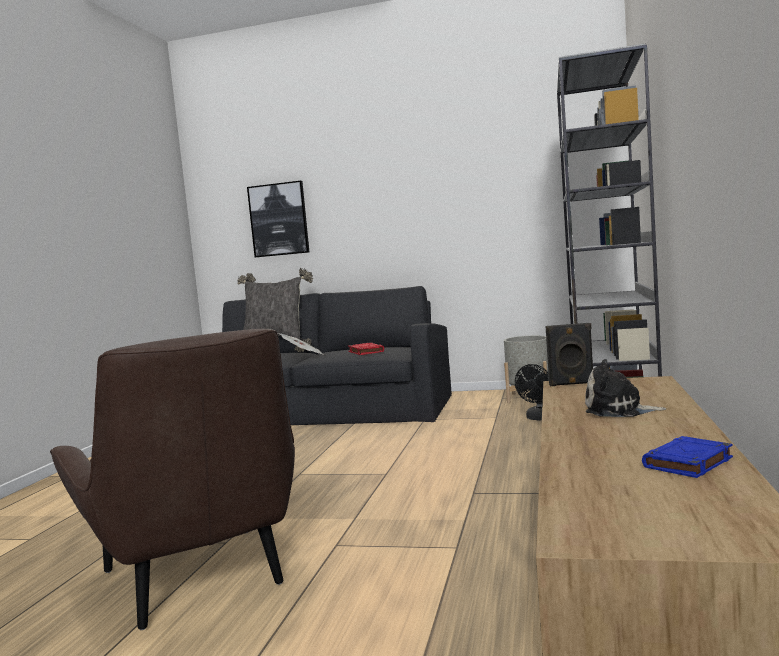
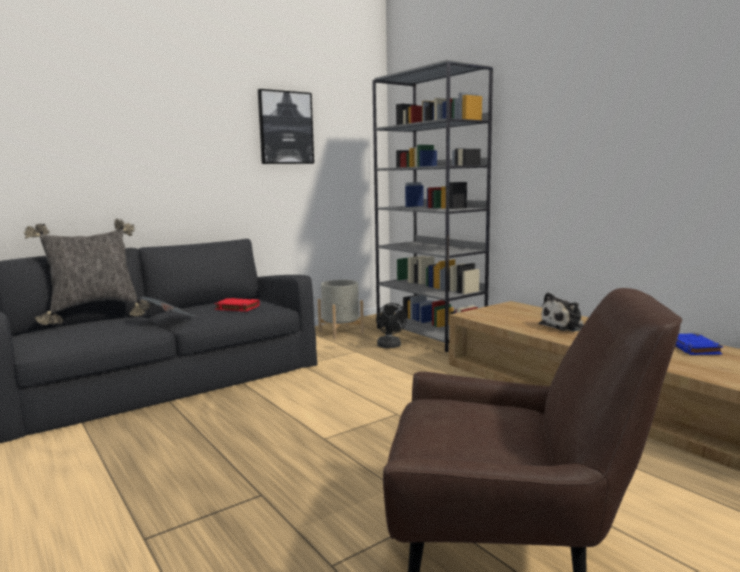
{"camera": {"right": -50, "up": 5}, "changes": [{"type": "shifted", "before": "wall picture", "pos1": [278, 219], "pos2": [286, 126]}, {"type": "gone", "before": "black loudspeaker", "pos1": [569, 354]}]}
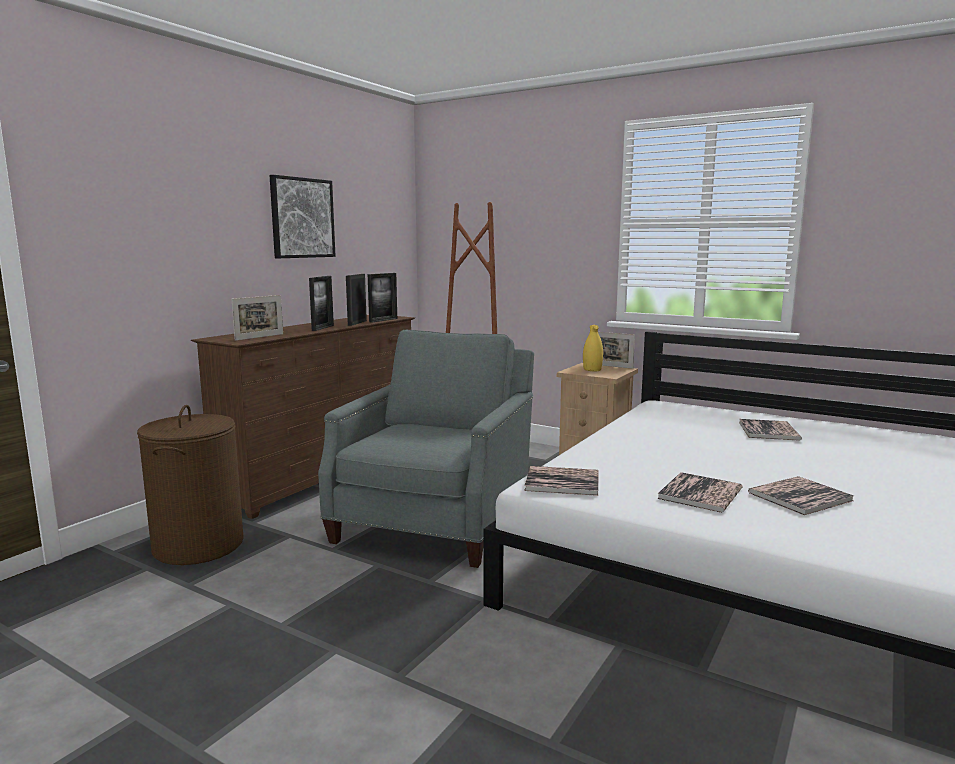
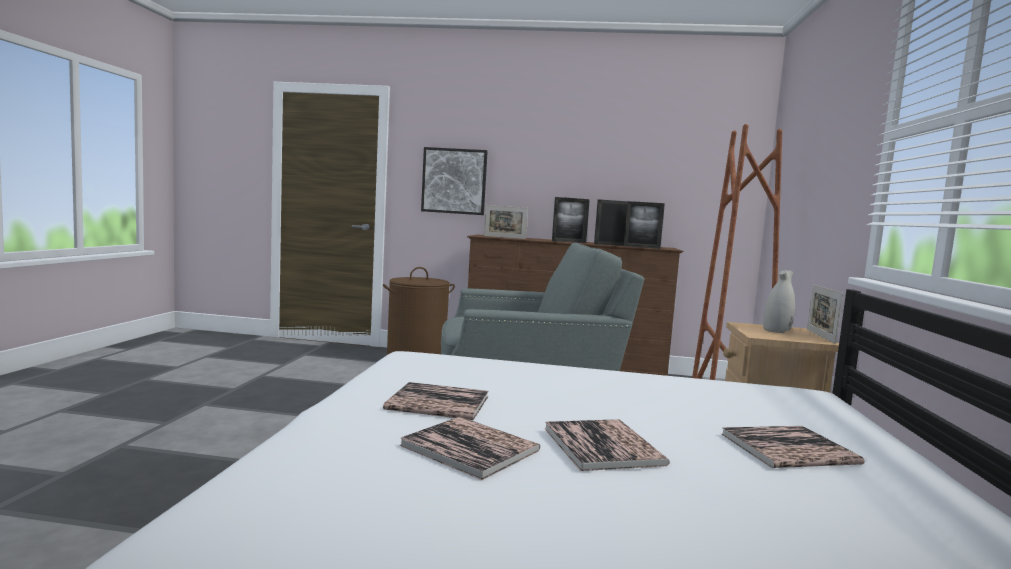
{"camera": {"right": 65, "up": -5}, "changes": [{"type": "shifted", "before": "wall picture", "pos1": [302, 216], "pos2": [454, 181]}, {"type": "shifted", "before": "volume", "pos1": [561, 481], "pos2": [607, 445]}, {"type": "repainted", "before": "yellow decorative vase", "after": "white-coloured decorative vase", "pos1": [593, 348], "pos2": [779, 301]}]}
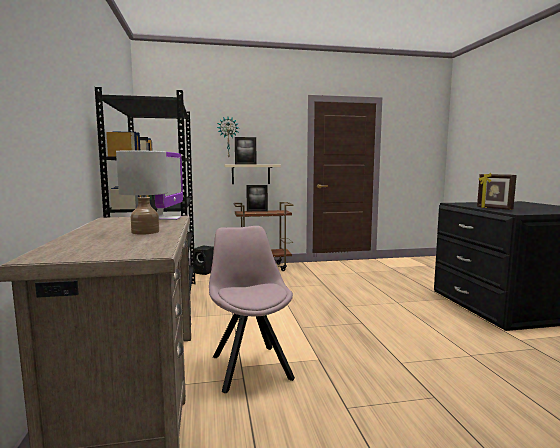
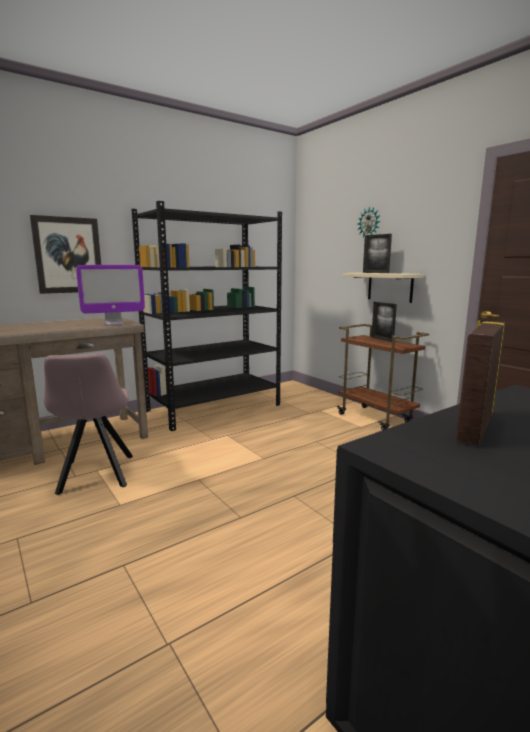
{"camera": {"right": 65, "up": 5}, "changes": [{"type": "gone", "before": "greyish lamp for a table", "pos1": [142, 192]}, {"type": "gone", "before": "black loudspeaker", "pos1": [203, 260]}, {"type": "rotated", "before": "pink chair", "pos1": [252, 309], "pos2": [88, 424], "turn": 120}, {"type": "new", "after": "wall picture", "pos2": [65, 254]}]}
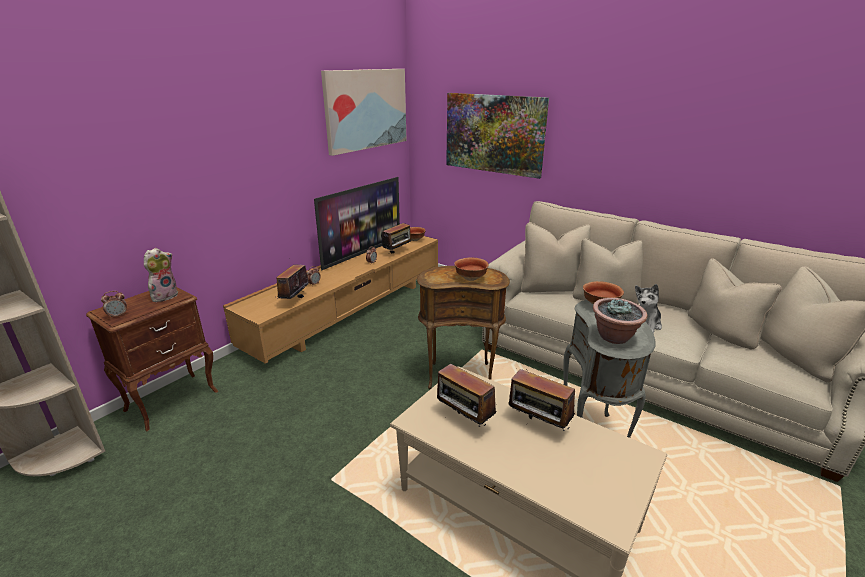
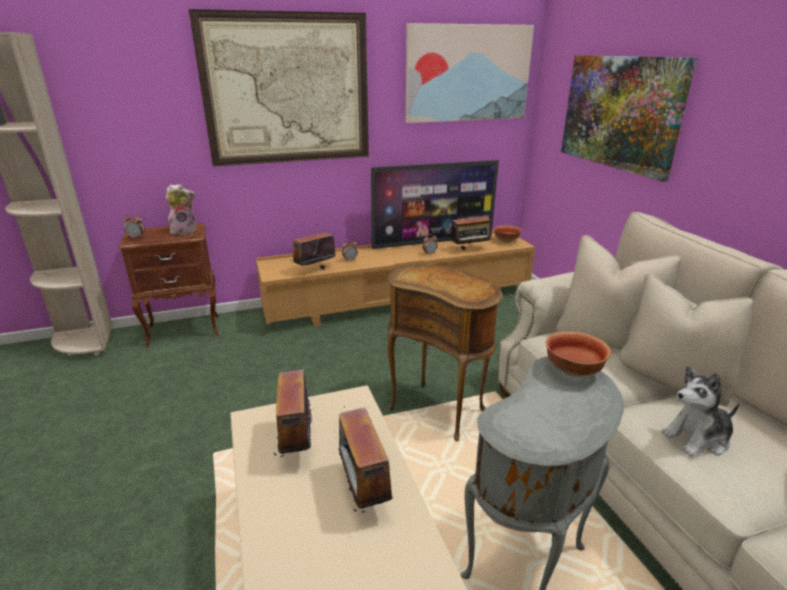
{"camera": {"right": 35, "up": 0}, "changes": [{"type": "gone", "before": "bowl", "pos1": [471, 269]}, {"type": "gone", "before": "plant in a pot", "pos1": [620, 321]}, {"type": "new", "after": "wall picture", "pos2": [279, 88]}]}
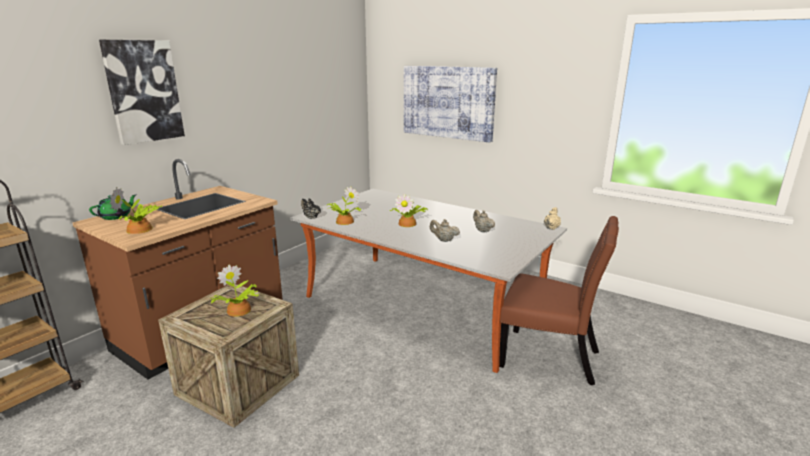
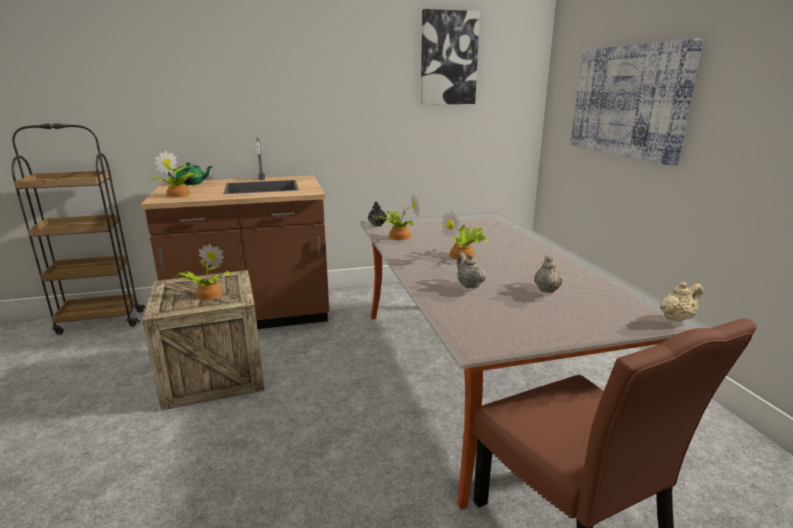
{"camera": {"right": 40, "up": 0}, "changes": [{"type": "shifted", "before": "wall picture", "pos1": [142, 92], "pos2": [450, 57]}]}
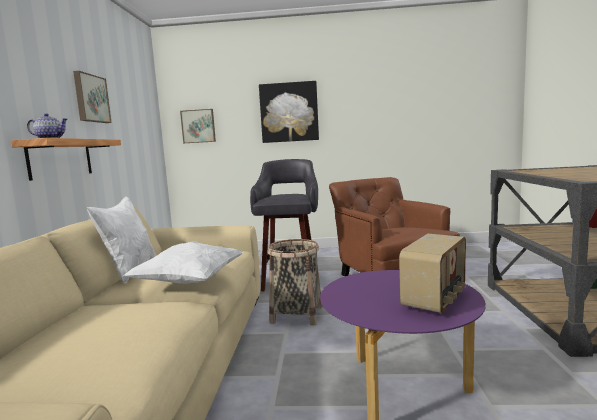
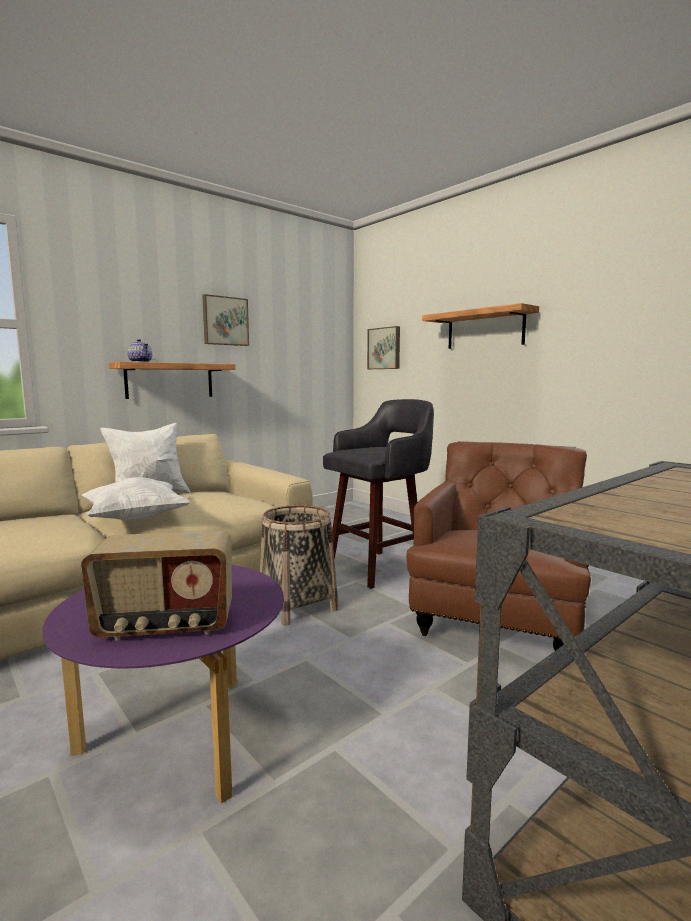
{"camera": {"right": 45, "up": 0}, "changes": [{"type": "swapped", "before": "wall picture", "after": "shelf", "pos1": [289, 112], "pos2": [480, 326]}]}
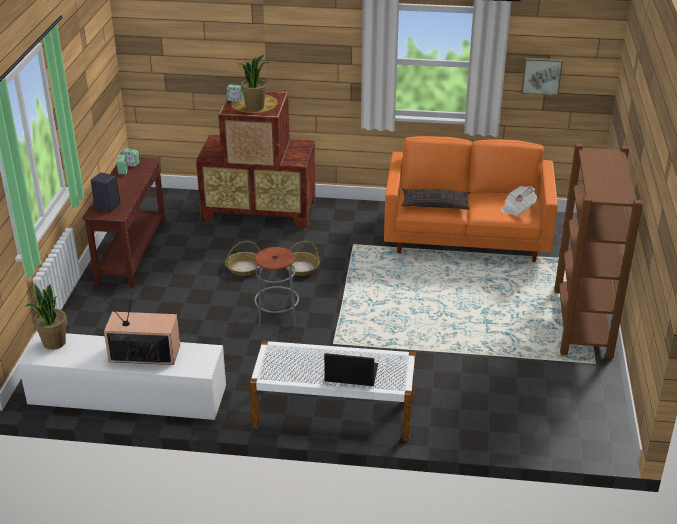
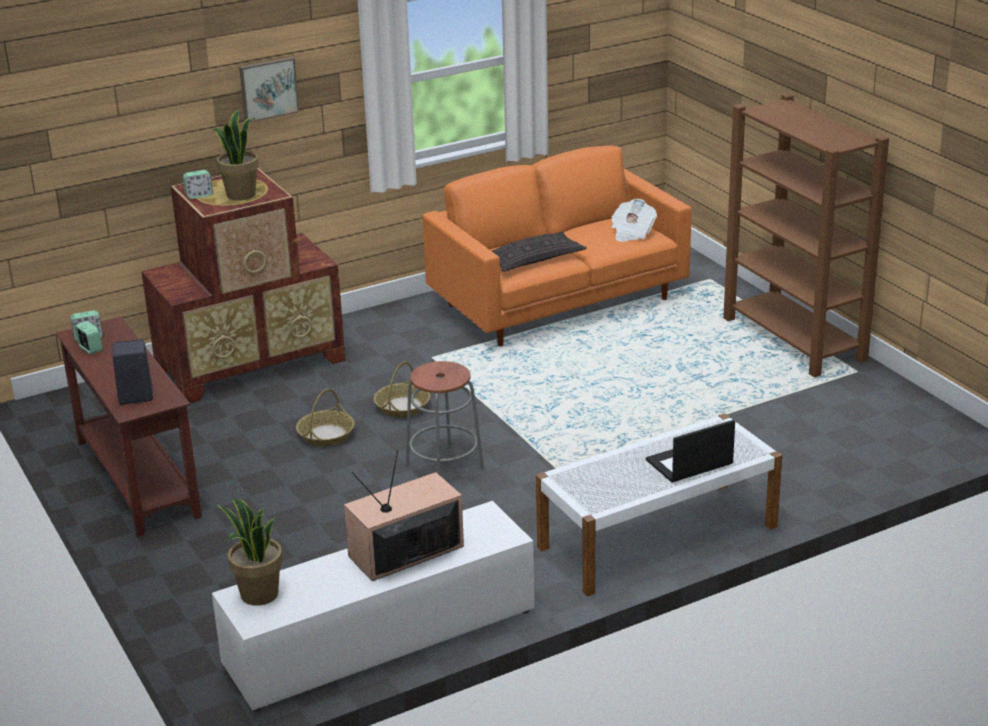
{"camera": {"right": -35, "up": -5}, "changes": [{"type": "shifted", "before": "wall picture", "pos1": [542, 76], "pos2": [269, 89]}]}
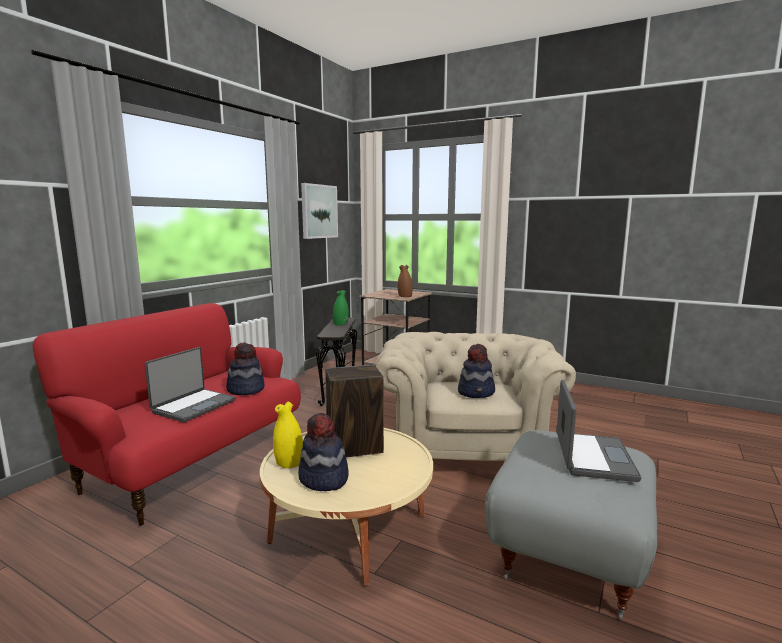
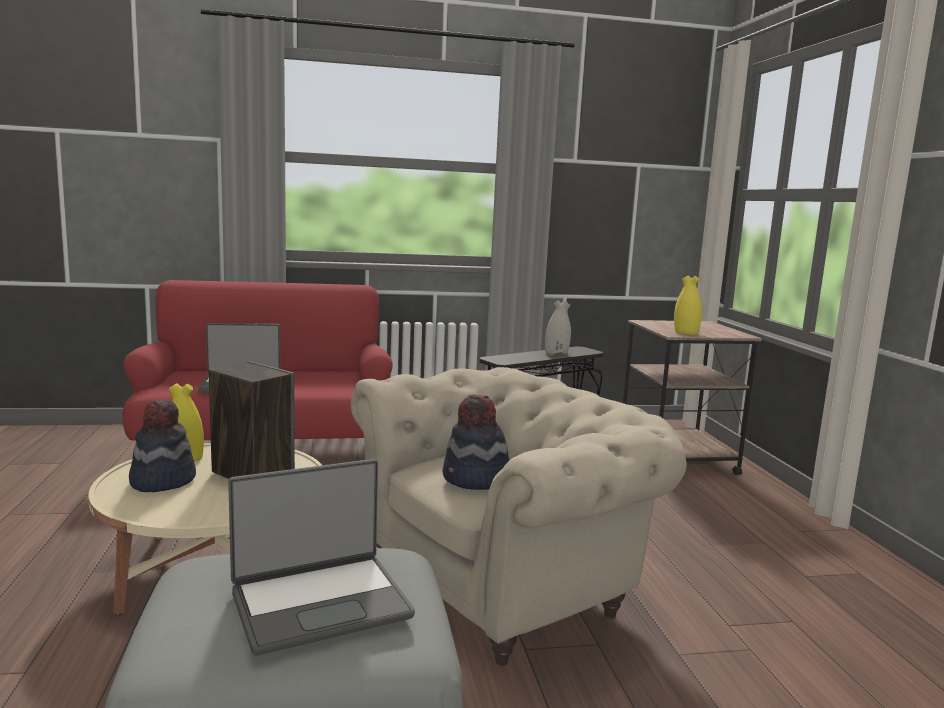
{"camera": {"right": 50, "up": 0}, "changes": [{"type": "gone", "before": "wearable hat", "pos1": [245, 368]}, {"type": "gone", "before": "wall picture", "pos1": [319, 211]}, {"type": "repainted", "before": "green decorative vase", "after": "white-coloured decorative vase", "pos1": [341, 308], "pos2": [558, 327]}, {"type": "repainted", "before": "brownish decorative vase", "after": "yellow decorative vase", "pos1": [405, 281], "pos2": [688, 305]}]}
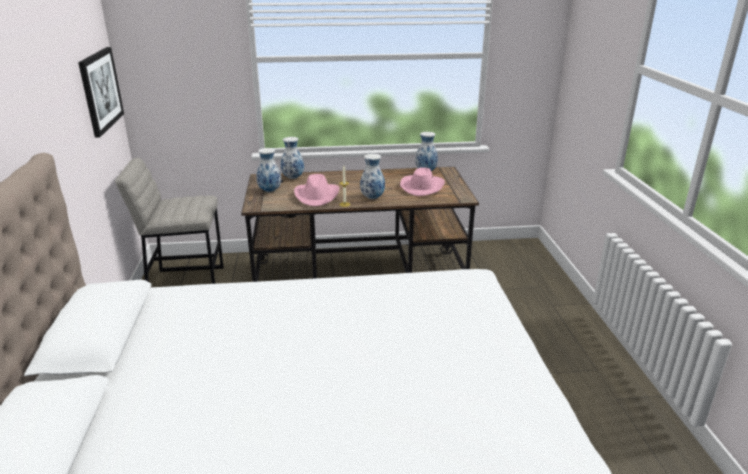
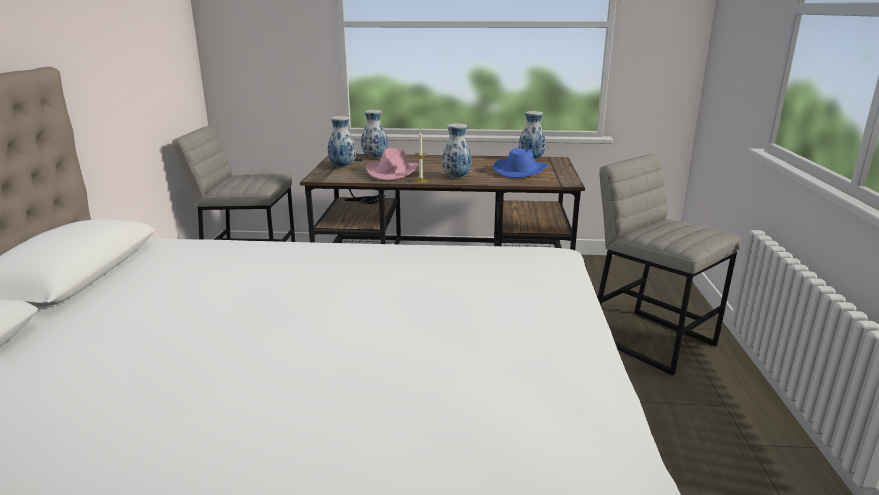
{"camera": {"right": 10, "up": -5}, "changes": [{"type": "gone", "before": "wall picture", "pos1": [101, 92]}, {"type": "repainted", "before": "pink wearable hat", "after": "blue-coloured wearable hat", "pos1": [422, 181], "pos2": [520, 163]}, {"type": "new", "after": "greyish chair", "pos2": [670, 265]}]}
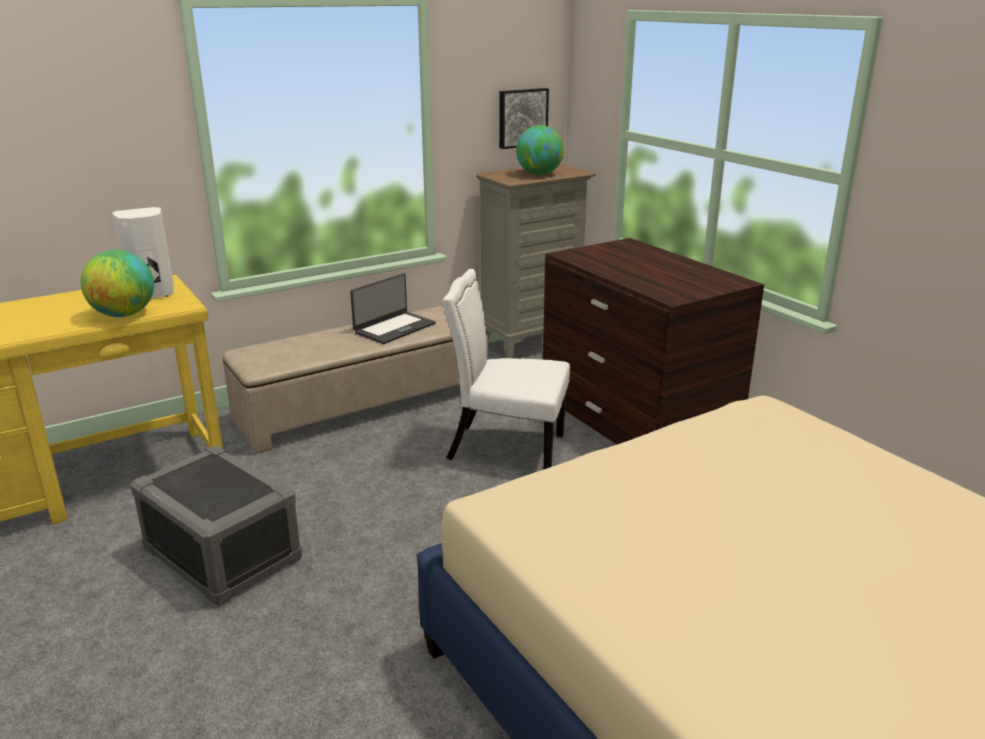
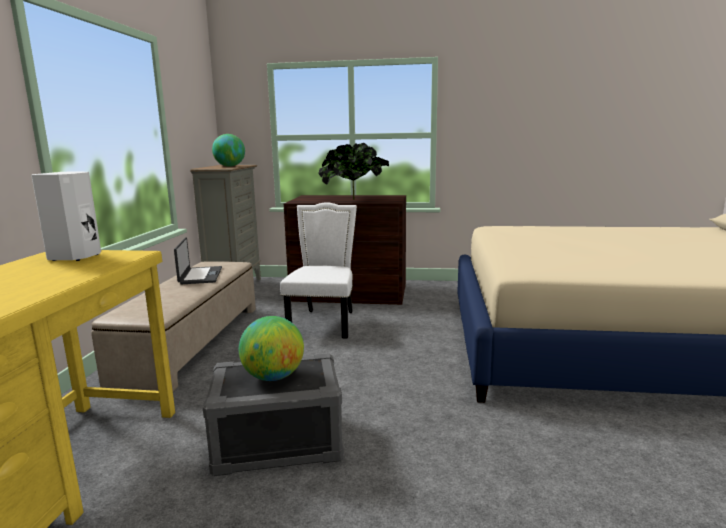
{"camera": {"right": -50, "up": -10}, "changes": [{"type": "shifted", "before": "desk globe", "pos1": [117, 283], "pos2": [271, 348]}, {"type": "rotated", "before": "white-coloured chair", "pos1": [506, 369], "pos2": [318, 270], "turn": 135}, {"type": "gone", "before": "wall picture", "pos1": [524, 118]}, {"type": "new", "after": "plant in a pot", "pos2": [353, 171]}]}
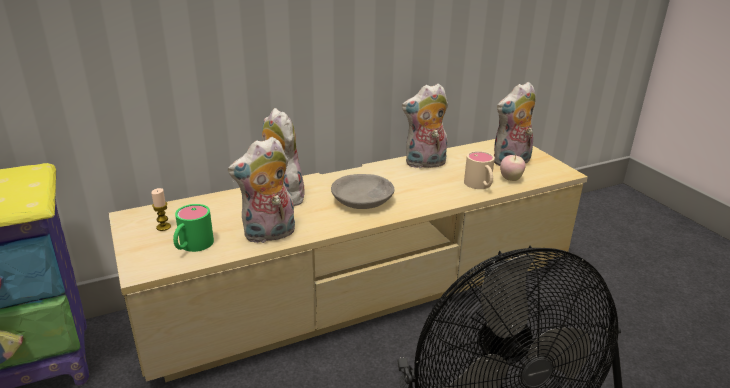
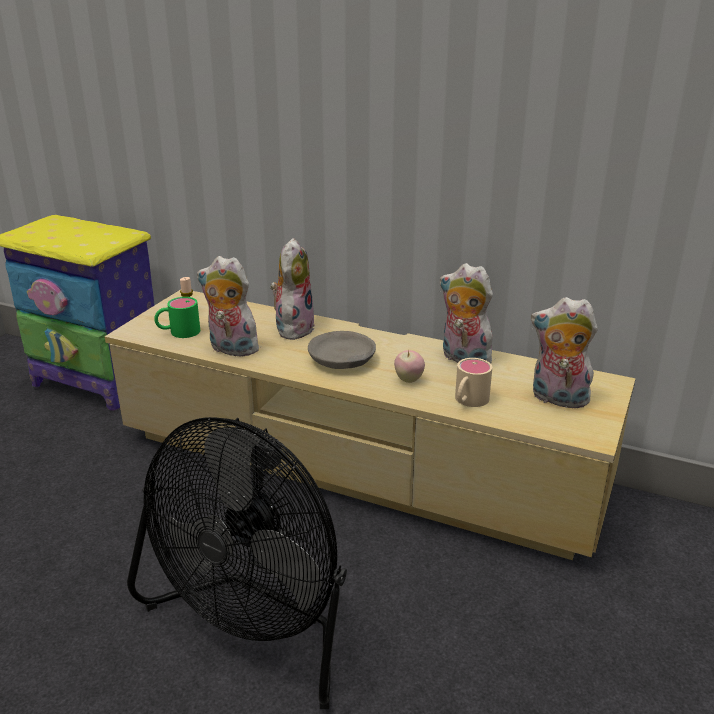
{"camera": {"right": 50, "up": 0}, "changes": [{"type": "shifted", "before": "whole apple", "pos1": [513, 167], "pos2": [409, 366]}]}
